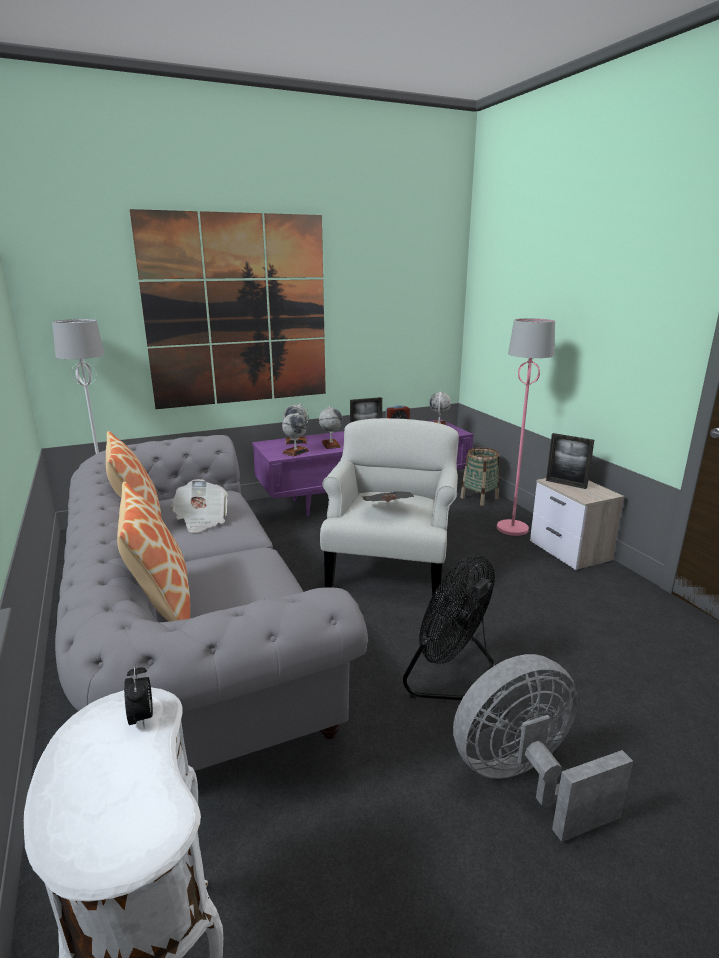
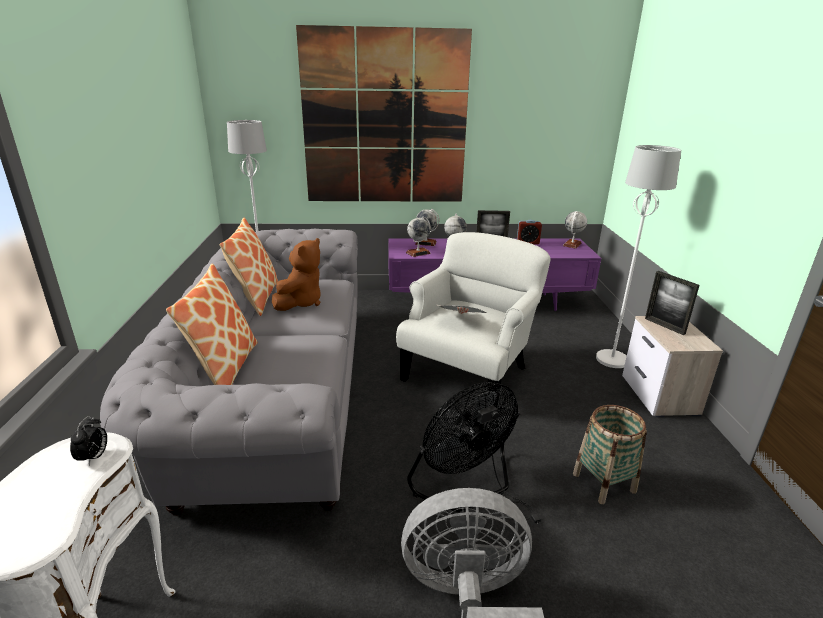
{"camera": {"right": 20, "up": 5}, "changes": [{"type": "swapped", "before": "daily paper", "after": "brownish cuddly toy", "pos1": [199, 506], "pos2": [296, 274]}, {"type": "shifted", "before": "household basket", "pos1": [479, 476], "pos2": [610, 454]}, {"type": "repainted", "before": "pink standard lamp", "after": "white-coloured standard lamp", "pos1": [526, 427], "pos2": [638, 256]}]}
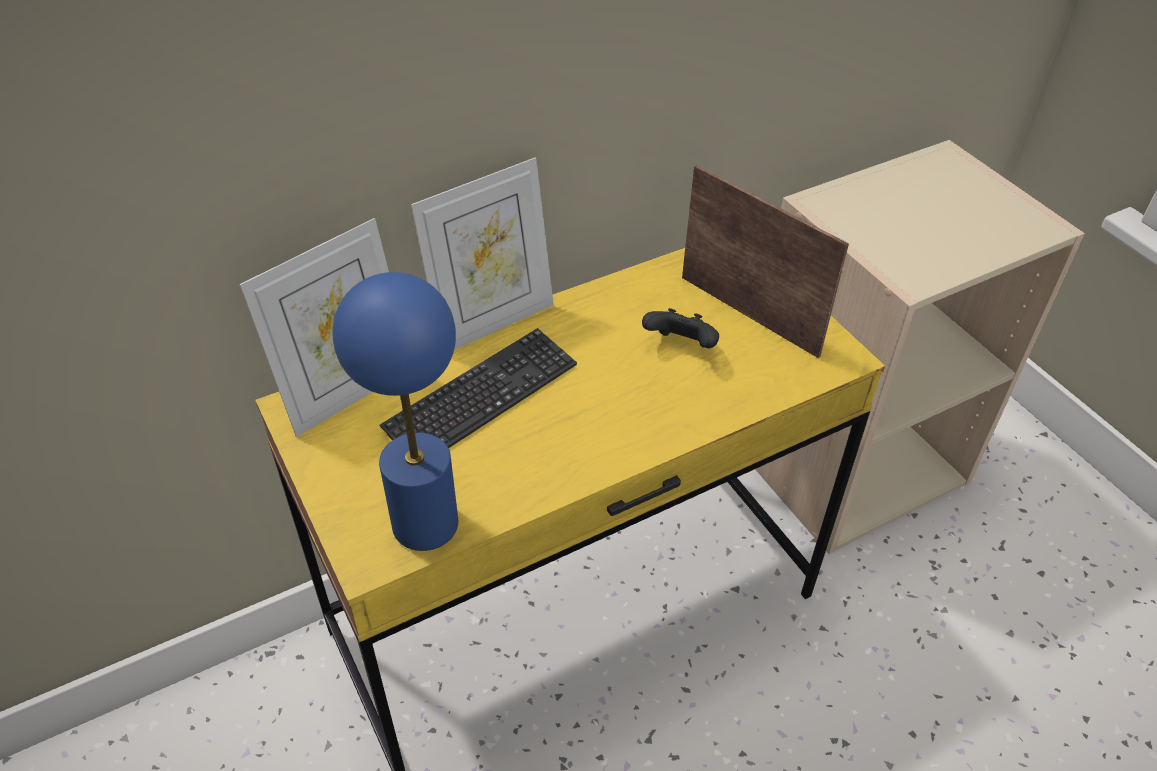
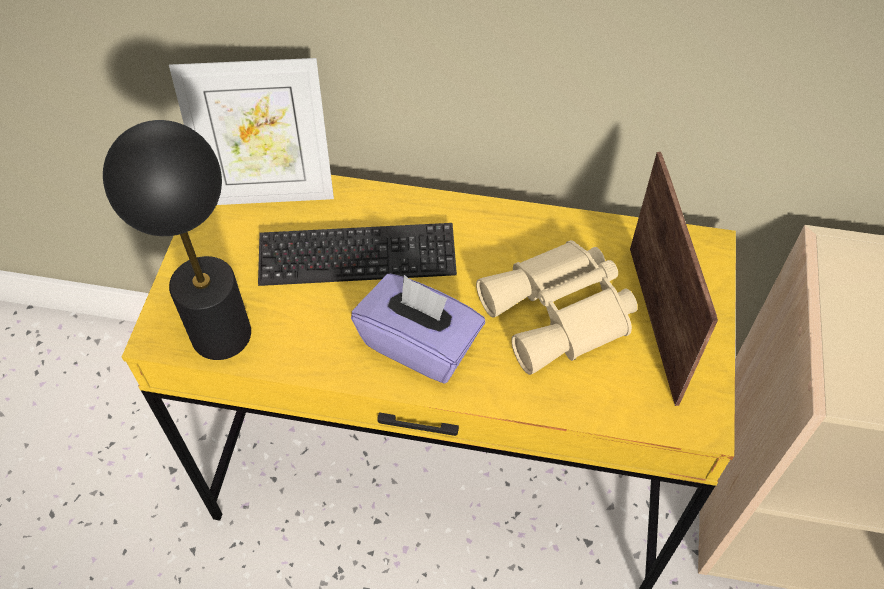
{"camera": {"right": 40, "up": 10}, "changes": [{"type": "repainted", "before": "blue-coloured lamp for a table", "after": "black lamp for a table", "pos1": [395, 411], "pos2": [177, 240]}, {"type": "gone", "before": "photo frame", "pos1": [482, 253]}, {"type": "swapped", "before": "black joypad", "after": "beige-coloured binoculars", "pos1": [680, 328], "pos2": [557, 307]}, {"type": "new", "after": "purple tissue holder", "pos2": [418, 329]}]}
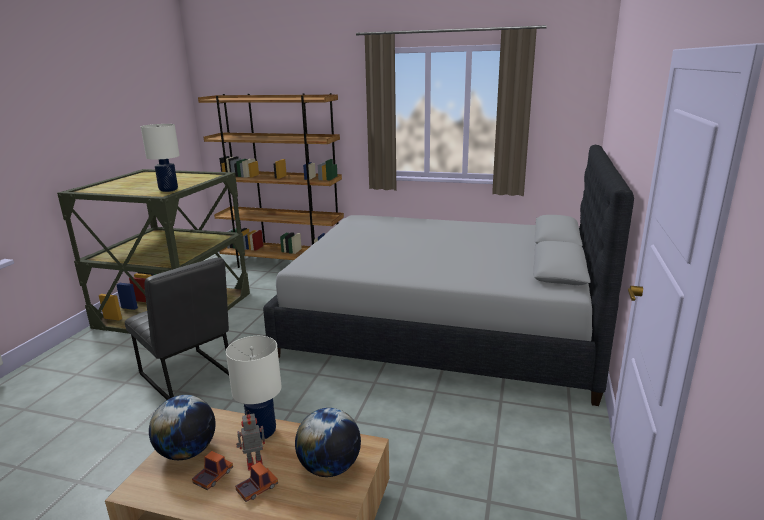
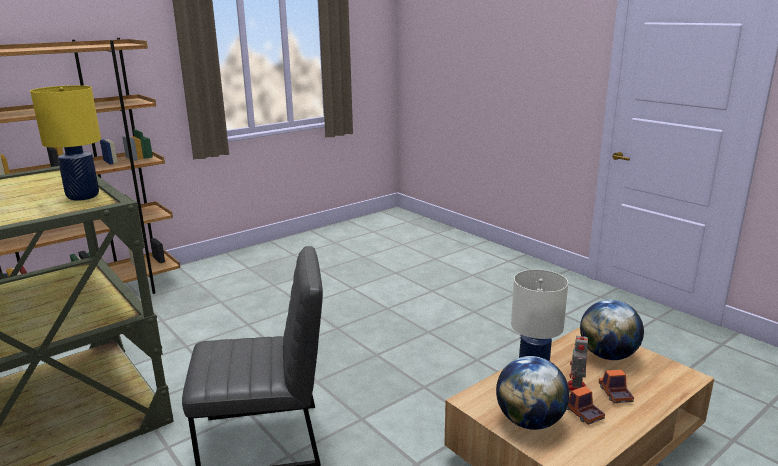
{"camera": {"right": -55, "up": 0}, "changes": [{"type": "repainted", "before": "white-coloured lamp for a table", "after": "yellow lamp for a table", "pos1": [160, 158], "pos2": [65, 143]}, {"type": "gone", "before": "greyish sleeping bed", "pos1": [448, 275]}]}
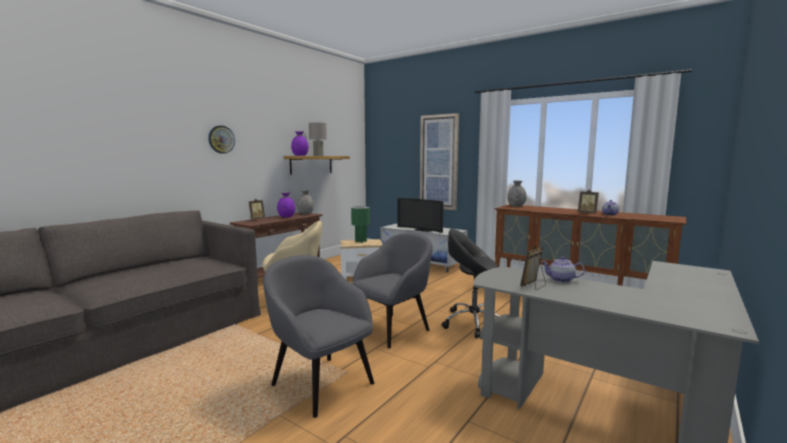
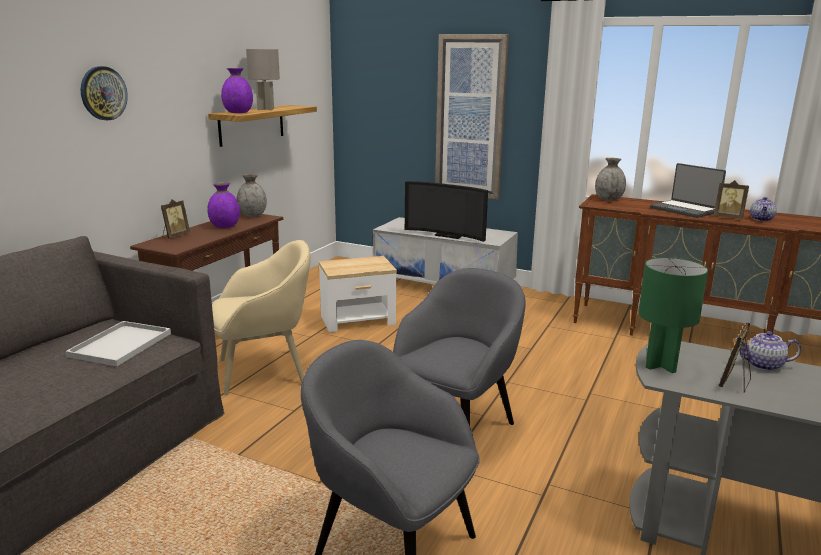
{"camera": {"right": -10, "up": 10}, "changes": [{"type": "shifted", "before": "green lamp for a table", "pos1": [360, 224], "pos2": [673, 315]}, {"type": "gone", "before": "black computer chair", "pos1": [470, 283]}, {"type": "new", "after": "white-coloured serving tray", "pos2": [118, 343]}, {"type": "new", "after": "laptop", "pos2": [688, 190]}]}
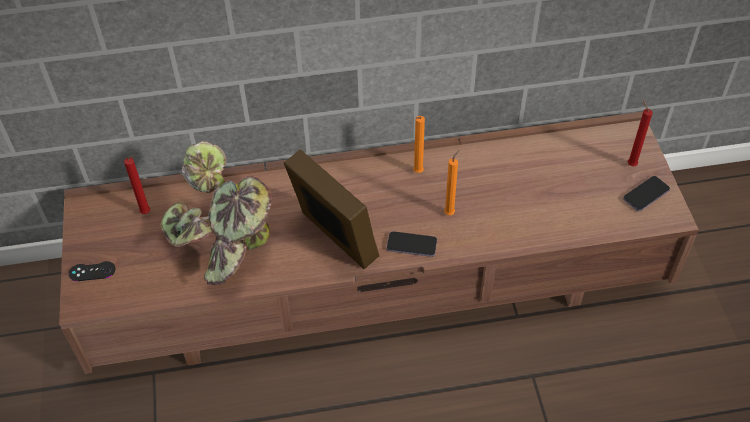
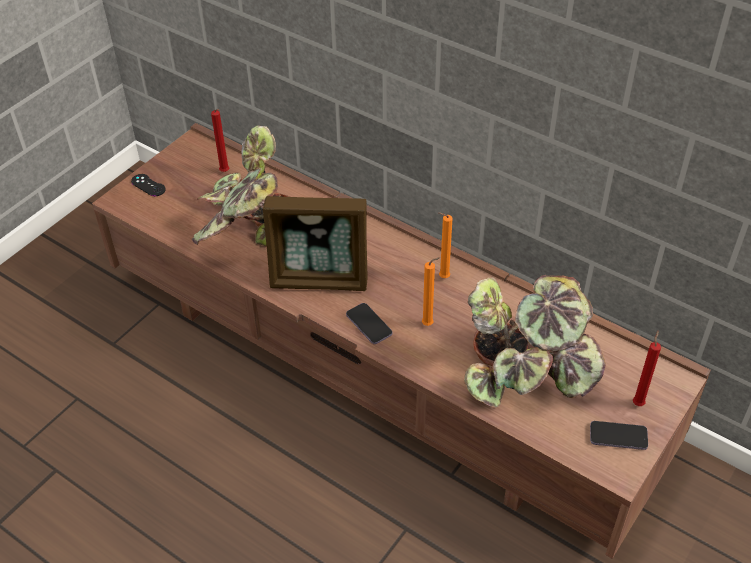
{"camera": {"right": 45, "up": -5}, "changes": [{"type": "rotated", "before": "photo frame", "pos1": [331, 209], "pos2": [315, 243], "turn": 90}, {"type": "new", "after": "plant in a pot", "pos2": [535, 341]}]}
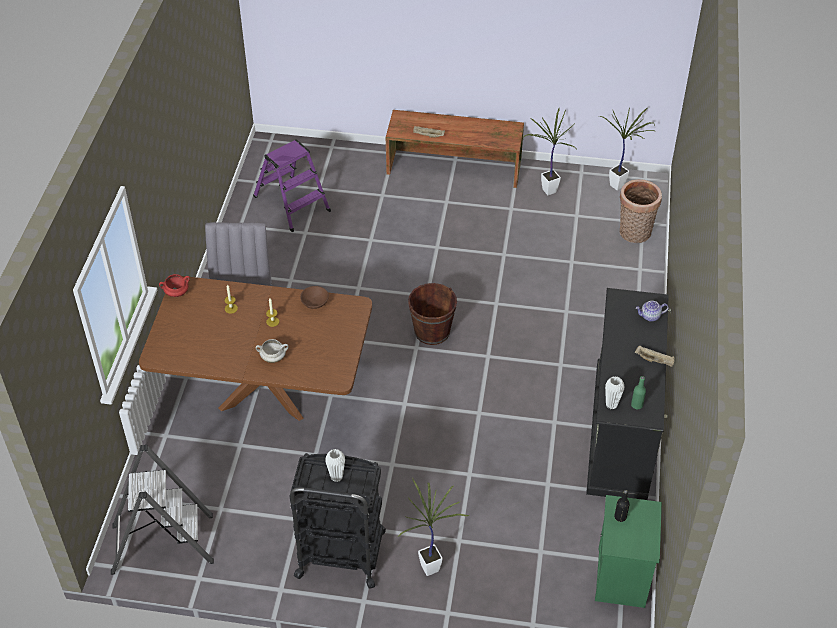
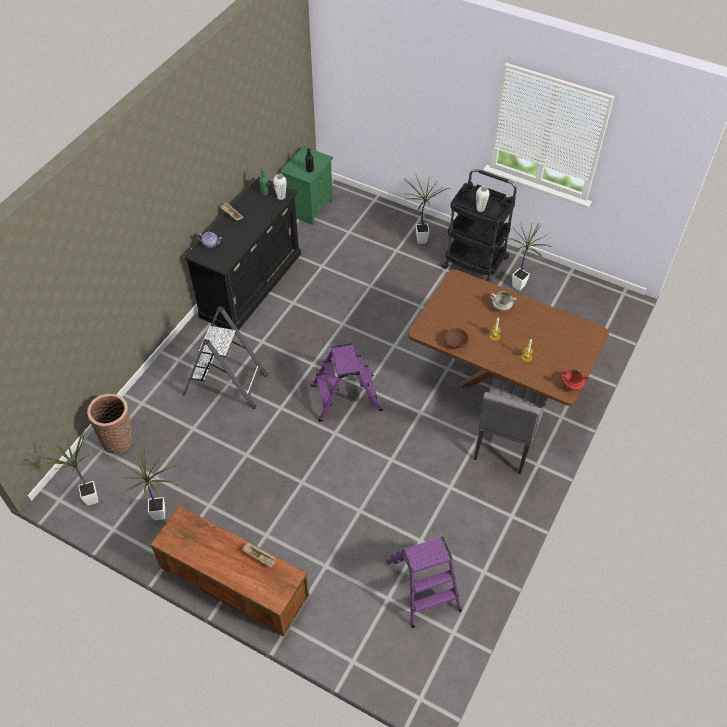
{"camera": {"right": -160, "up": 5}, "changes": [{"type": "shifted", "before": "greyish step stool", "pos1": [162, 510], "pos2": [225, 357]}, {"type": "swapped", "before": "brownish water bucket", "after": "purple step stool", "pos1": [432, 314], "pos2": [347, 382]}, {"type": "new", "after": "plant in a pot", "pos2": [529, 256]}]}
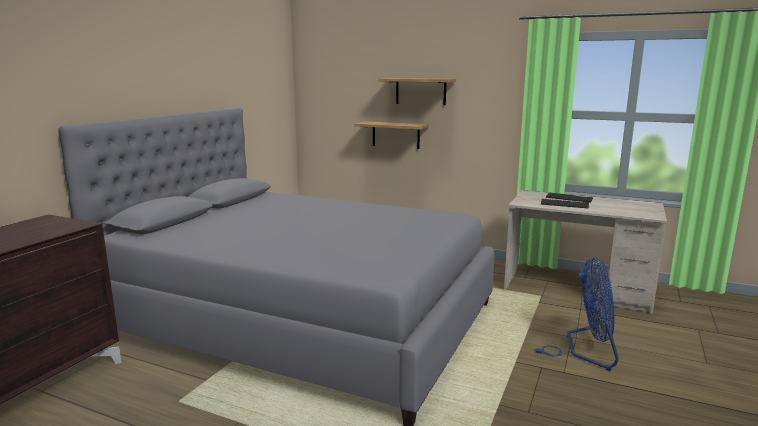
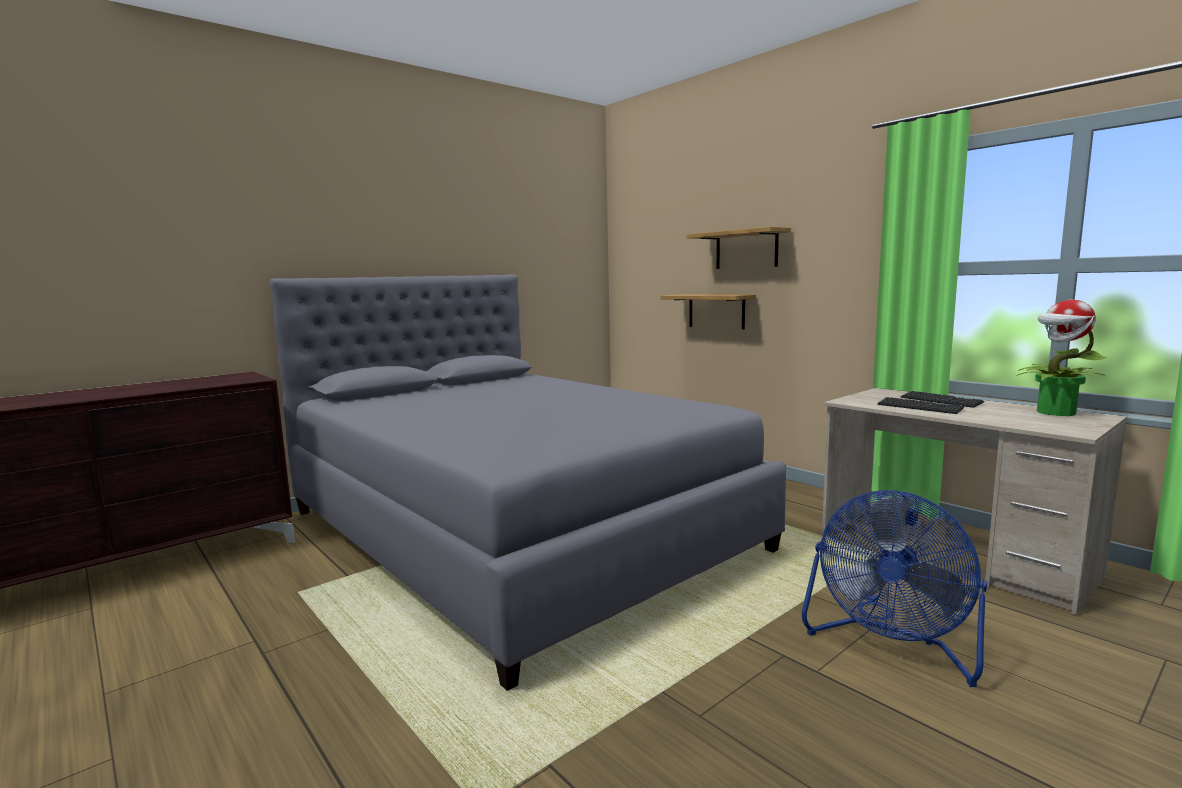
{"camera": {"right": 25, "up": -5}, "changes": [{"type": "rotated", "before": "blue-coloured cooling fan", "pos1": [576, 314], "pos2": [894, 588], "turn": 90}, {"type": "new", "after": "plant in a pot", "pos2": [1061, 358]}]}
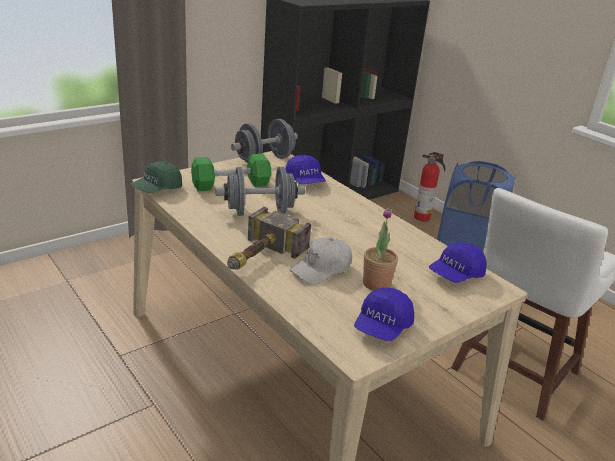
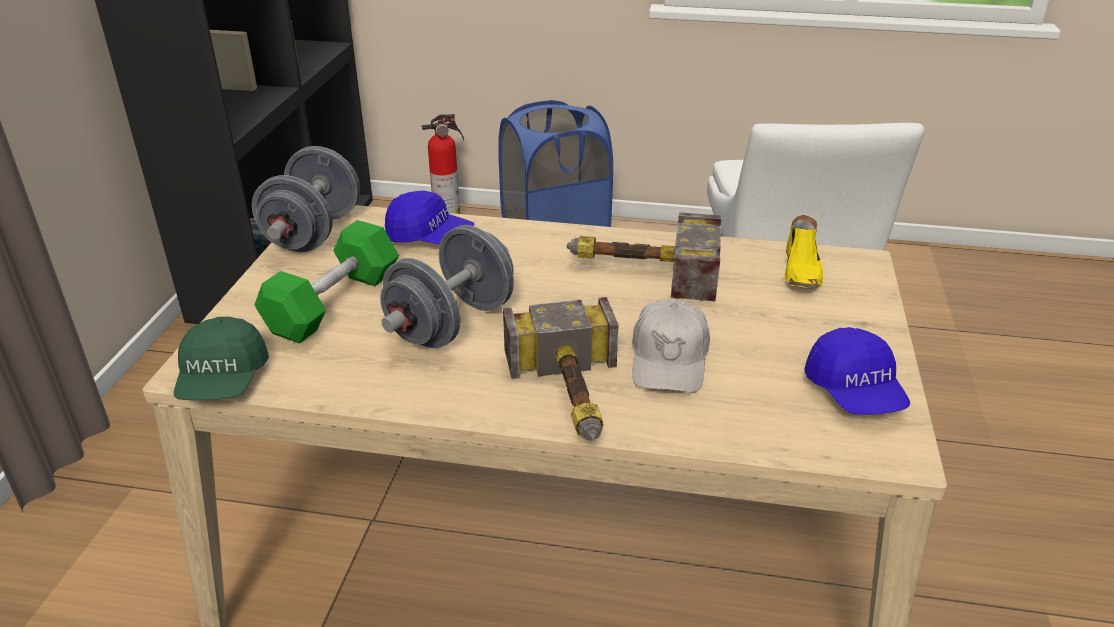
{"camera": {"right": -40, "up": 5}, "changes": [{"type": "gone", "before": "plant in a pot", "pos1": [380, 249]}, {"type": "swapped", "before": "blue-coloured baseball cap", "after": "yellow shoe", "pos1": [457, 262], "pos2": [804, 252]}, {"type": "new", "after": "hammer", "pos2": [644, 257]}]}
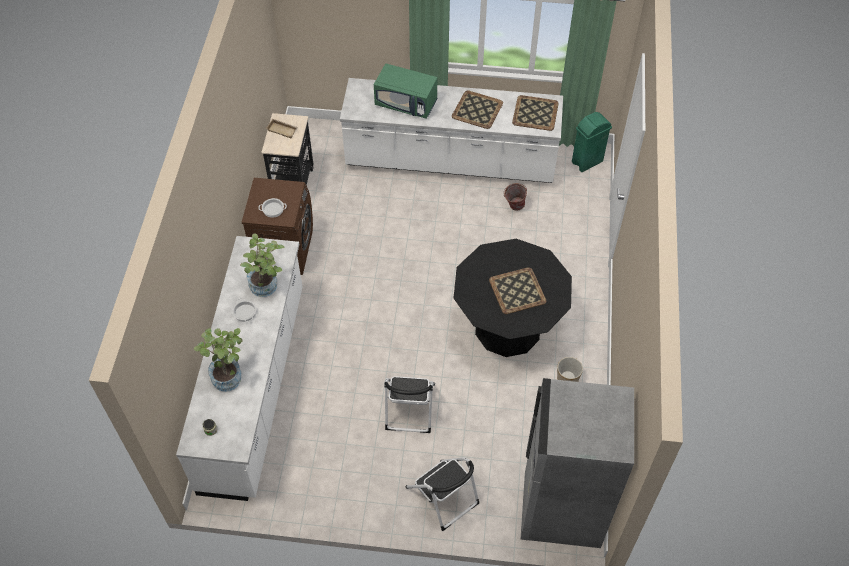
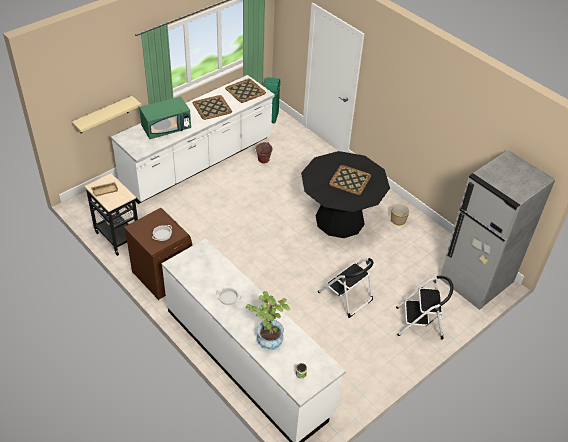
{"camera": {"right": -50, "up": -10}, "changes": [{"type": "gone", "before": "plant in a pot", "pos1": [262, 265]}, {"type": "new", "after": "beige-coloured shelf", "pos2": [106, 114]}]}
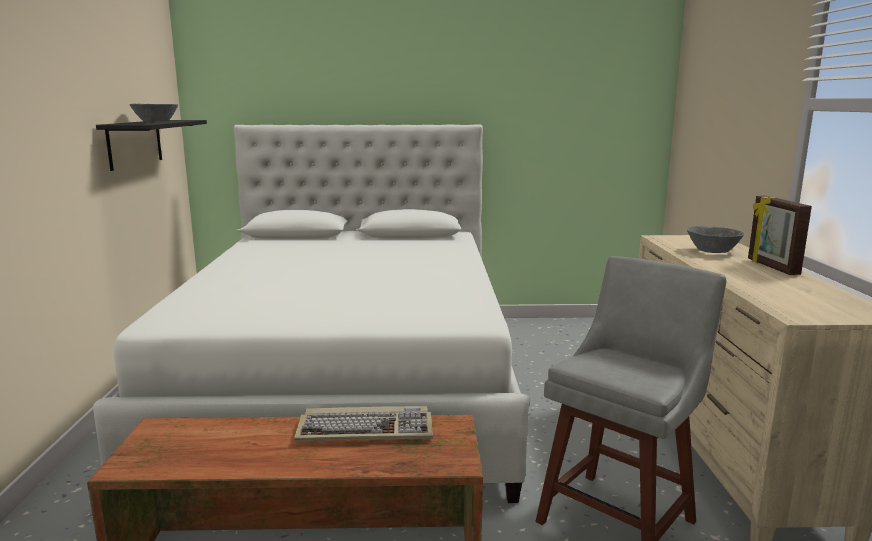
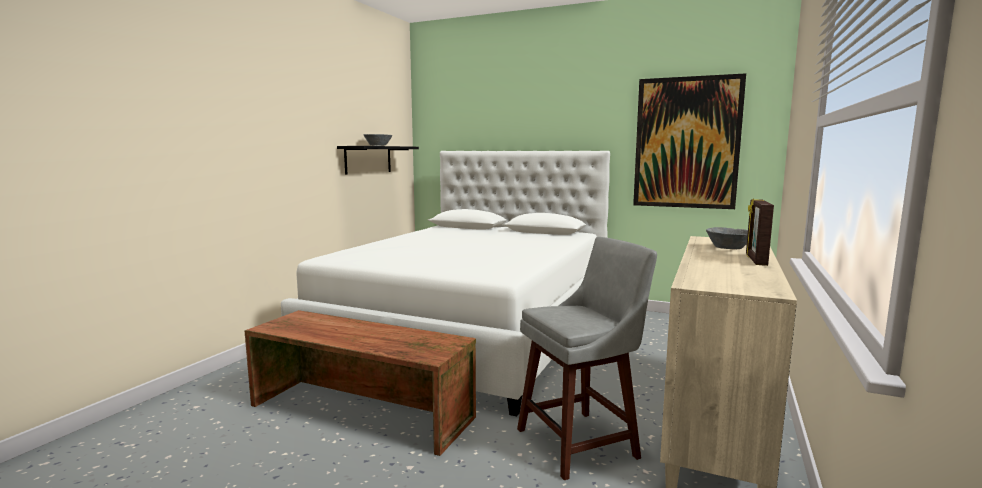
{"camera": {"right": 25, "up": -5}, "changes": [{"type": "gone", "before": "PC keyboard", "pos1": [363, 423]}, {"type": "new", "after": "wall picture", "pos2": [689, 141]}]}
